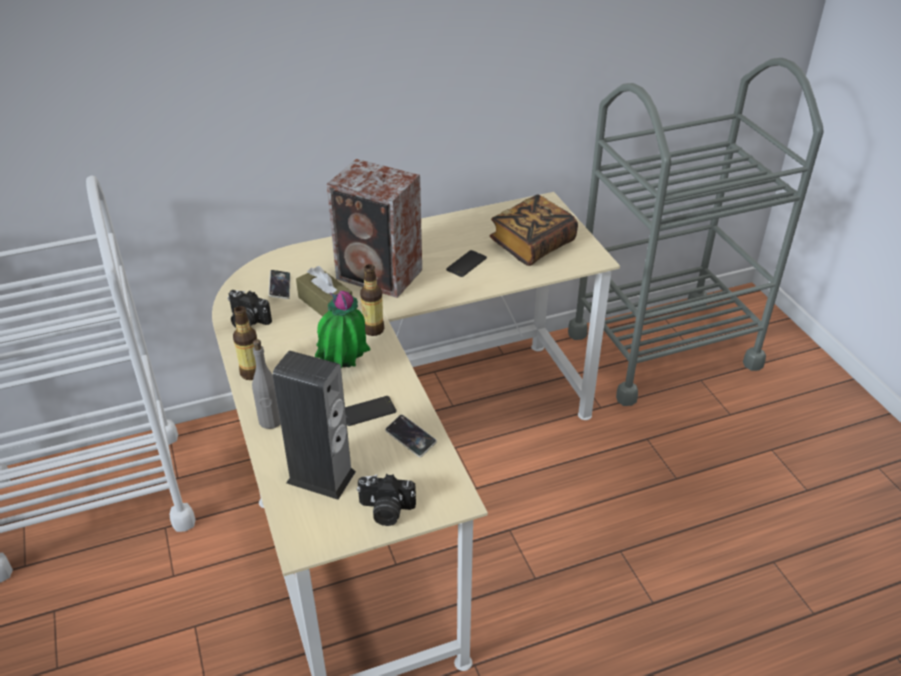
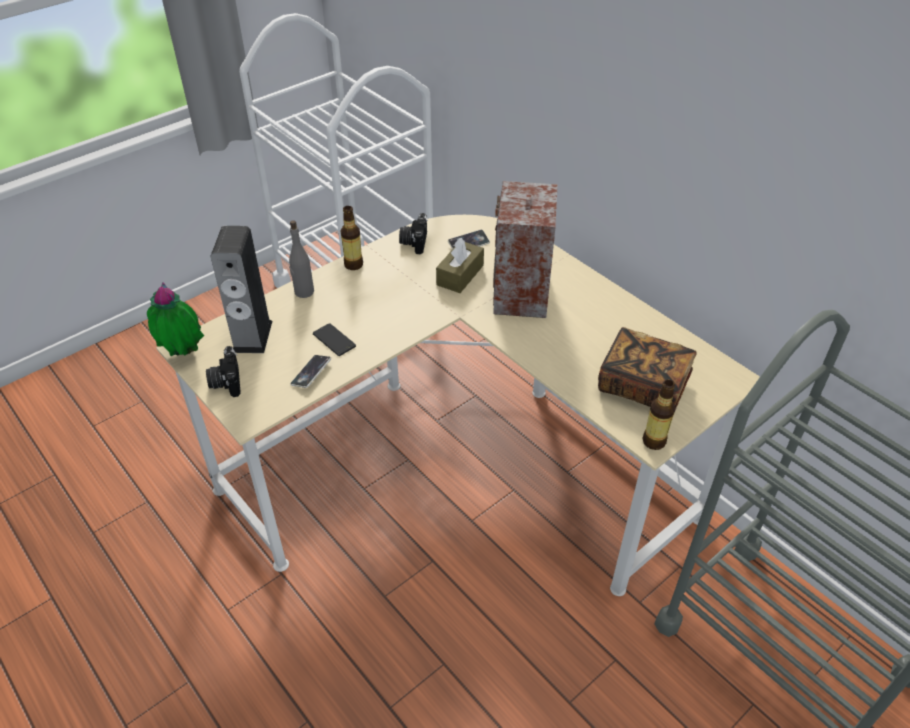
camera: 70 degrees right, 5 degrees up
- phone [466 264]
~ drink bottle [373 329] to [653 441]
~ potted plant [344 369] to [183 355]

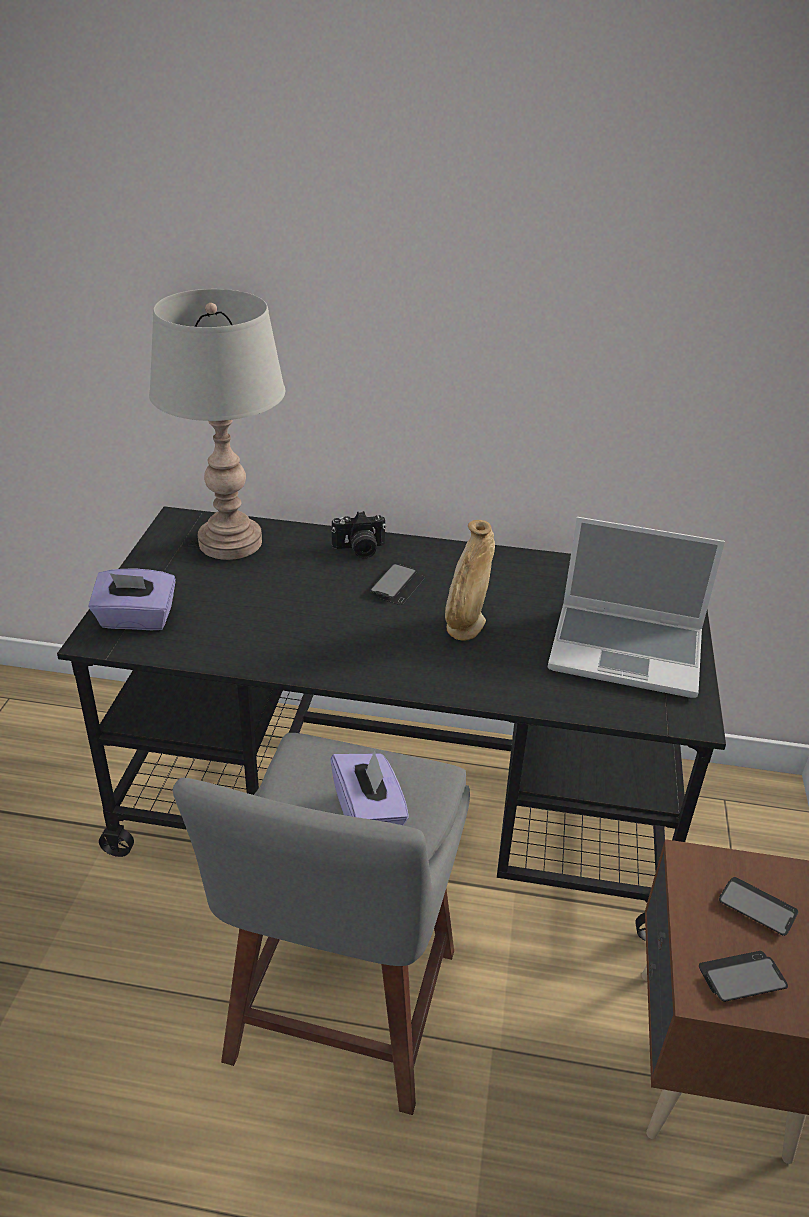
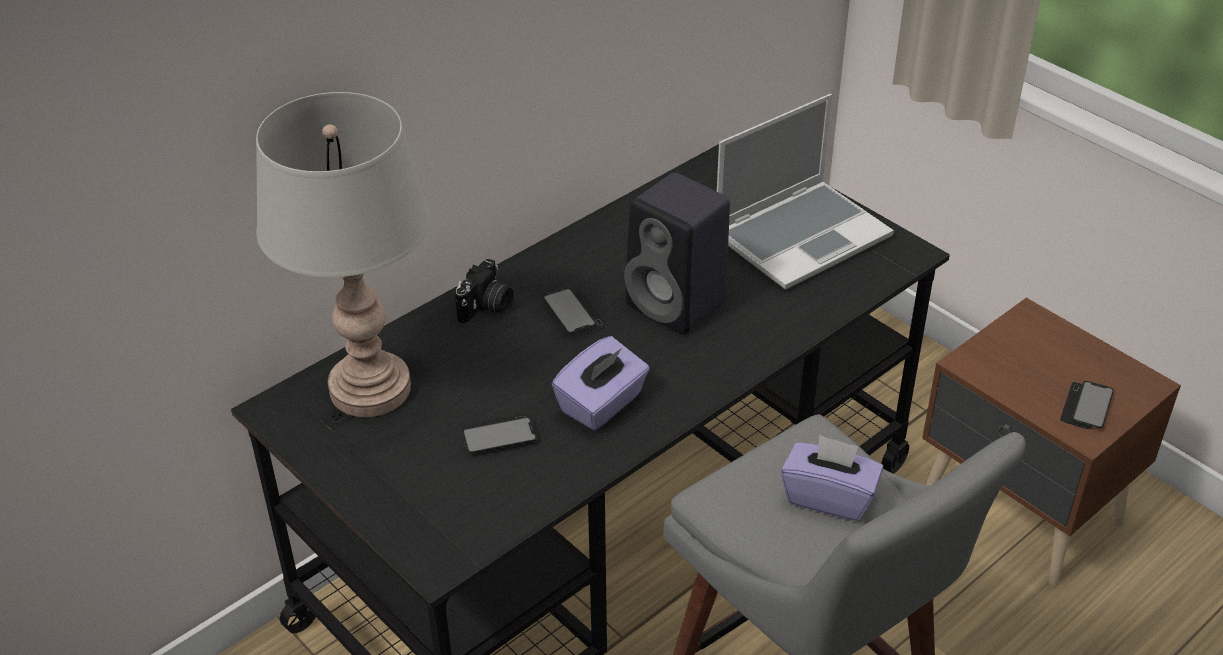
camera: 50 degrees left, 5 degrees up
~ vase (beige) [465 627] to speaker (black) [679 305]
~ tissue holder (purple-coloured) [136 619] to [602 404]
~ phone [757 907] to [498 435]

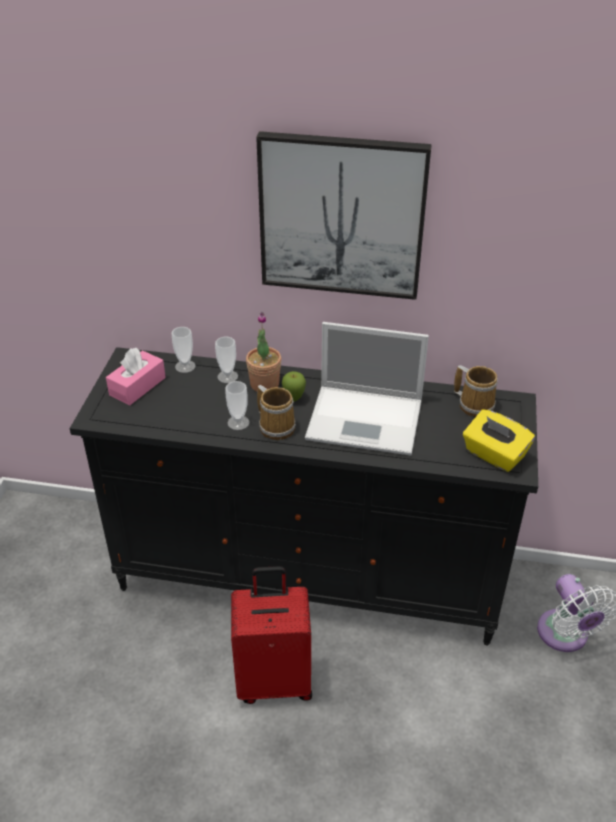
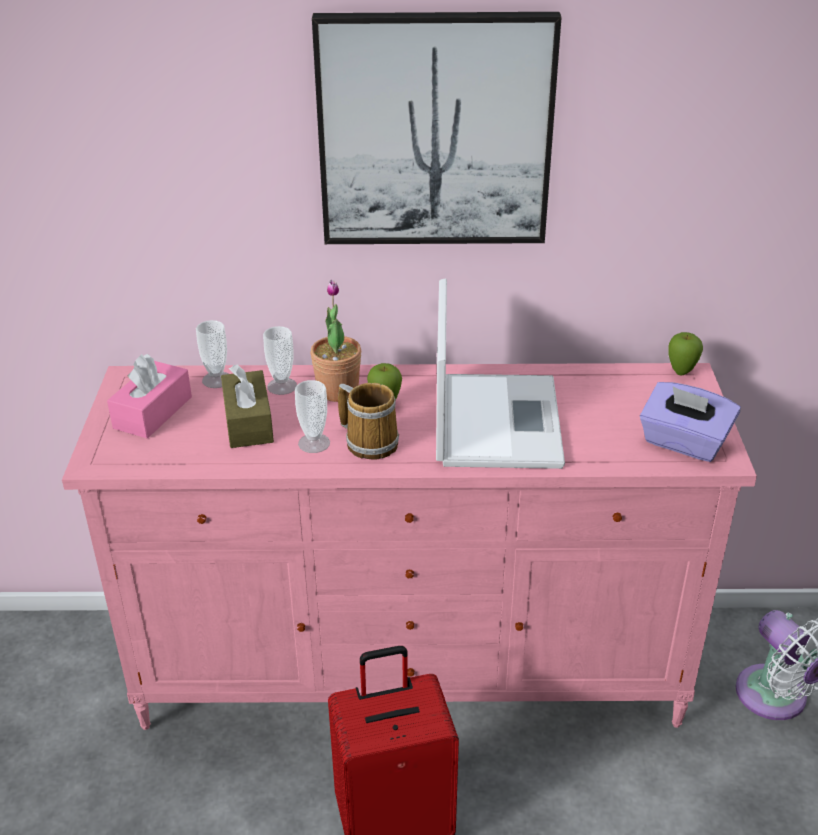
camera: 10 degrees left, 5 degrees down
~ notebook computer [367 420] = [496 419] 90 degrees counterclockwise
~ drawer chest (black) [308 579] to drawer chest (pinkish) [410 675]
- tea mug [475 404]
~ tissue holder (yellow-coloured) [494 455] to tissue holder (purple-coloured) [683 443]
+ apple [681 372]
+ tissue holder (brownish) [248 422]

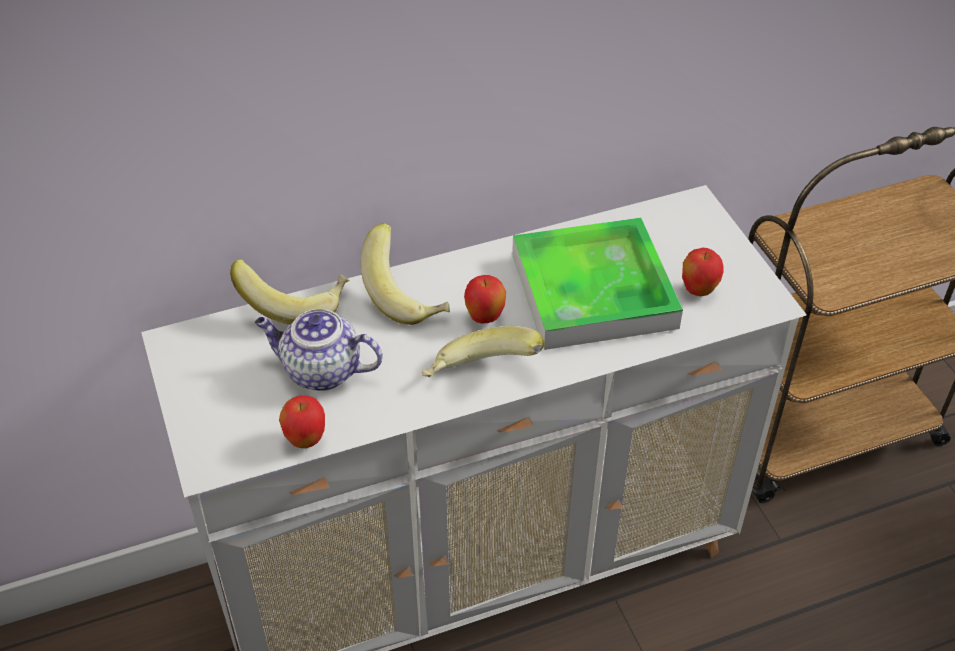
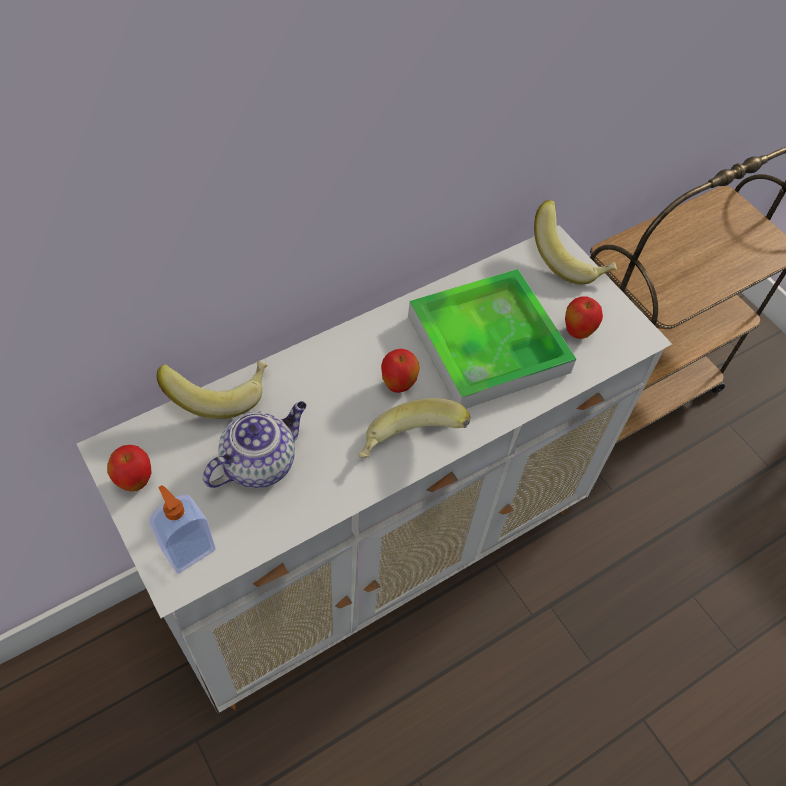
camera: 15 degrees left, 10 degrees up
~ banana [408 296] to [570 259]
~ tea pot [320 371] = [260 462] 135 degrees clockwise
~ apple [306 440] to [135 481]
+ liquid soap bottle [188 549]

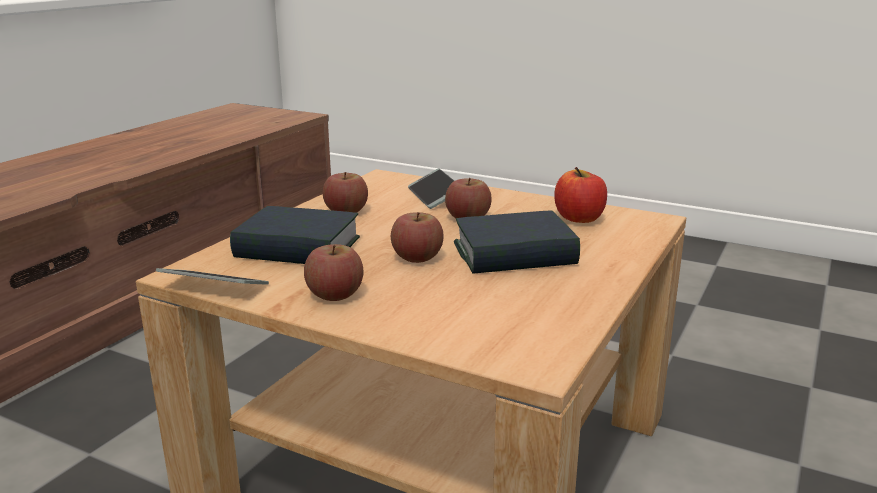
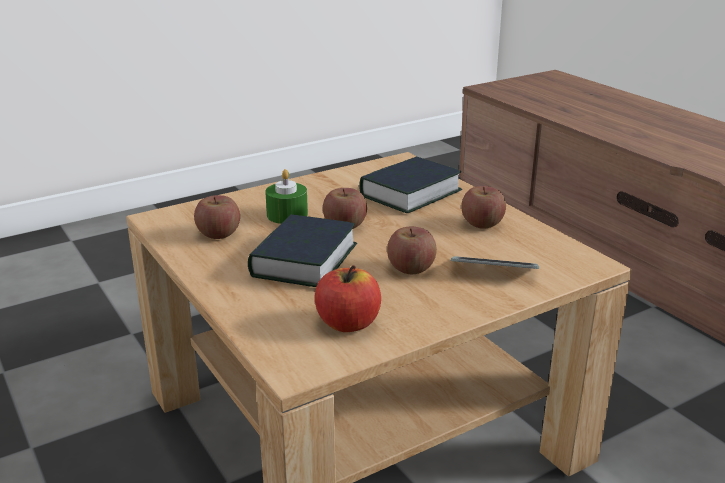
camera: 120 degrees right, 5 degrees up
~ apple [335 294] to [218 234]
- phone [214 287]
+ wax light (greenish) [287 215]

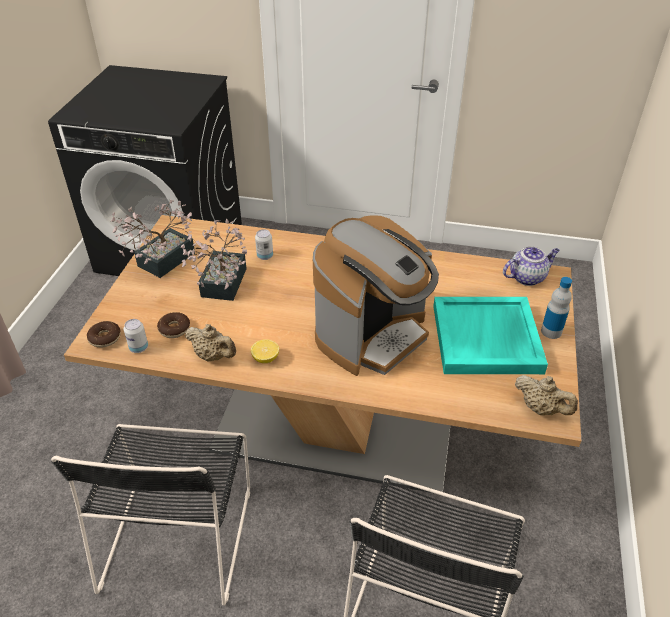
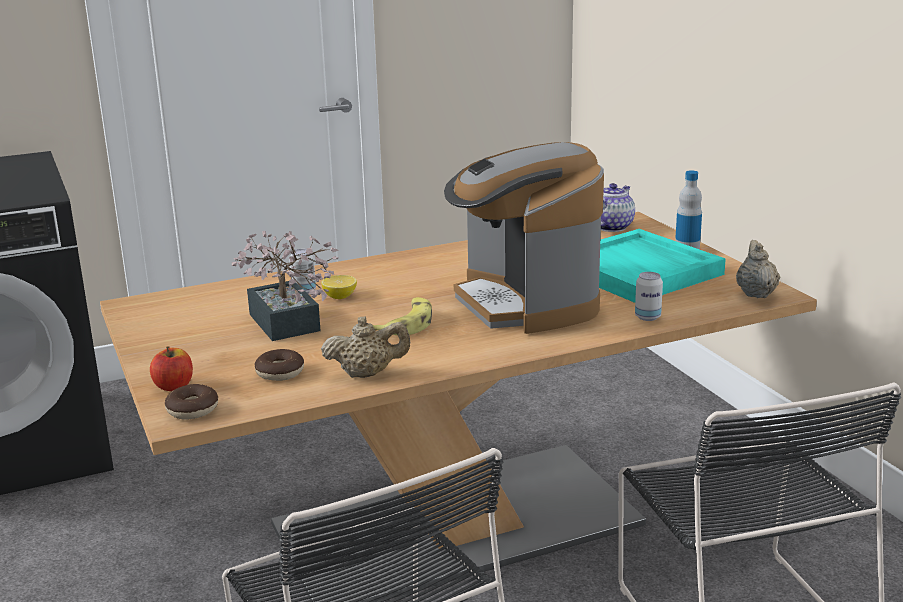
camera: 35 degrees left, 20 degrees down
- potted plant [161 262]
~ coffee machine [373 335] = [525 304] 150 degrees clockwise
~ metal can [139 348] to [647 317]
~ whole lemon [265 358] to [340 297]
~ tea pot (beige) [541 409] = [755 293] 90 degrees counterclockwise
+ banana [407 324]
+ apple [174 386]

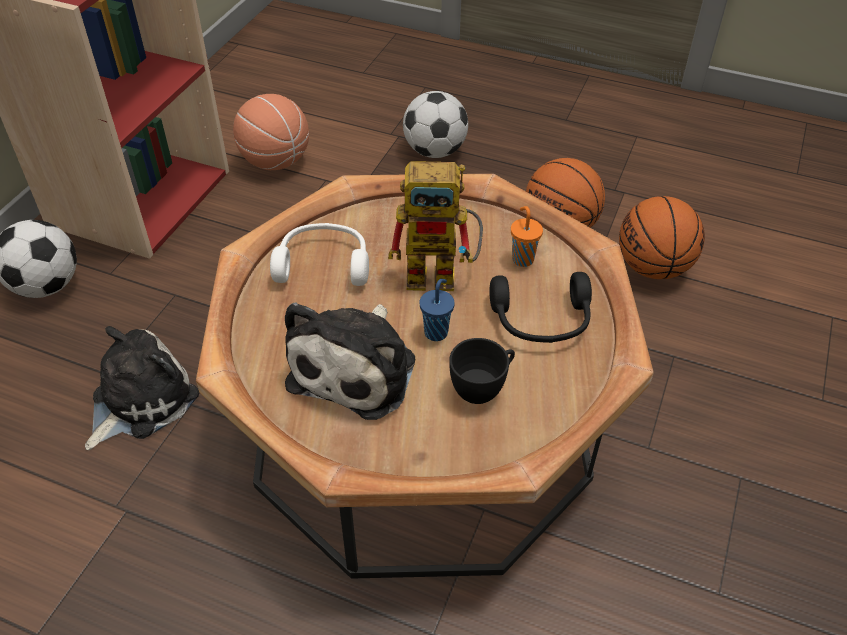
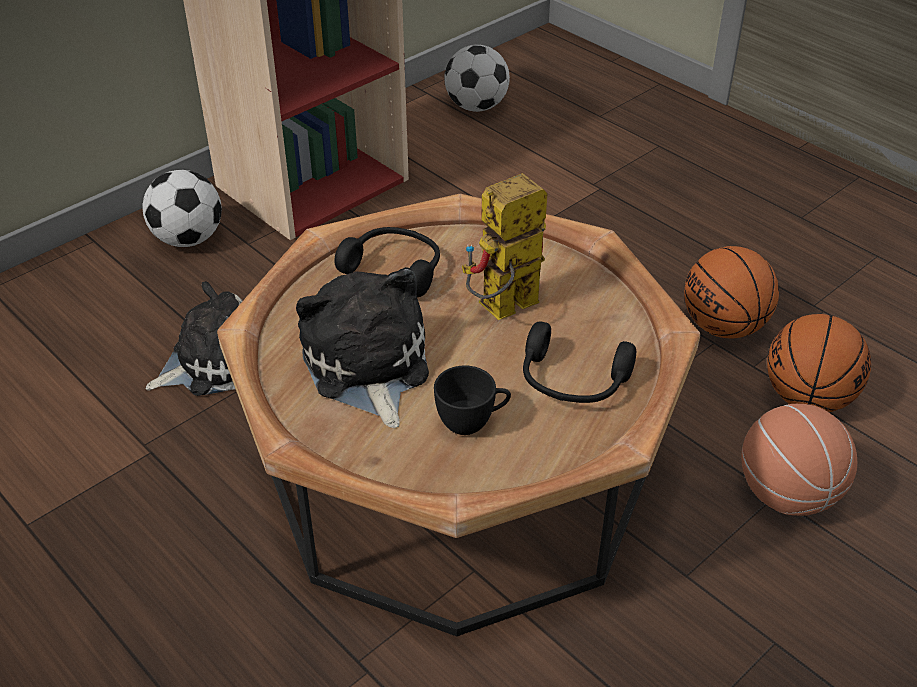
camera: 25 degrees right, 5 degrees down
~ ball for football [435 151] to [476 107]
~ ball for basketball [275 161] to [787 493]
~ robot figure [442 274] = [502 311] 120 degrees clockwise
- cup (orange) [522 258]
~ pair of headphones (whitish) [323 264] to pair of headphones (black) [395 269]
- cup (bluish) [436 331]
~ plush toy [357 367] = [367 367] 120 degrees clockwise

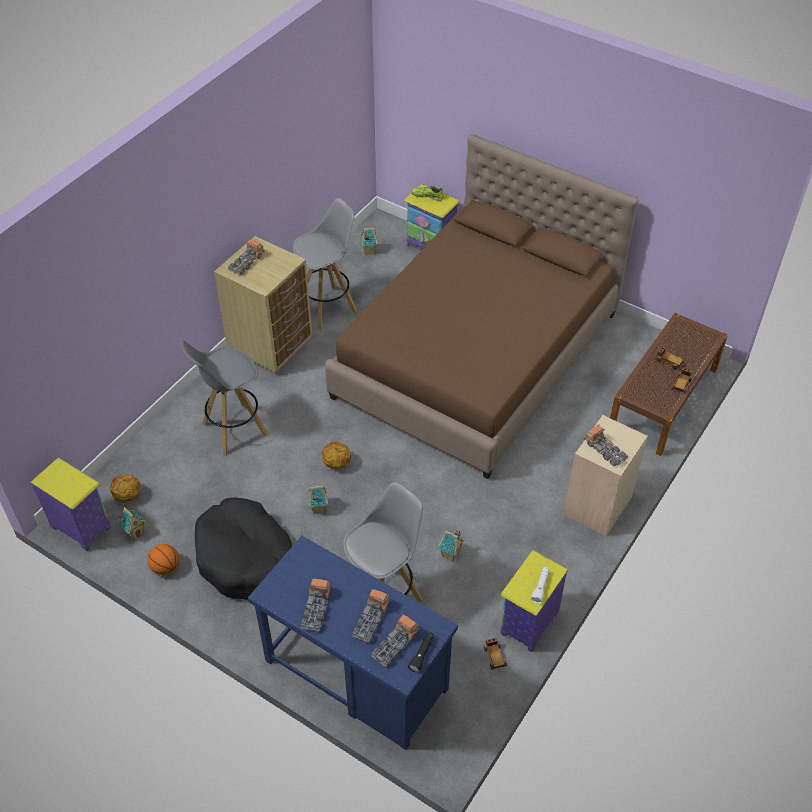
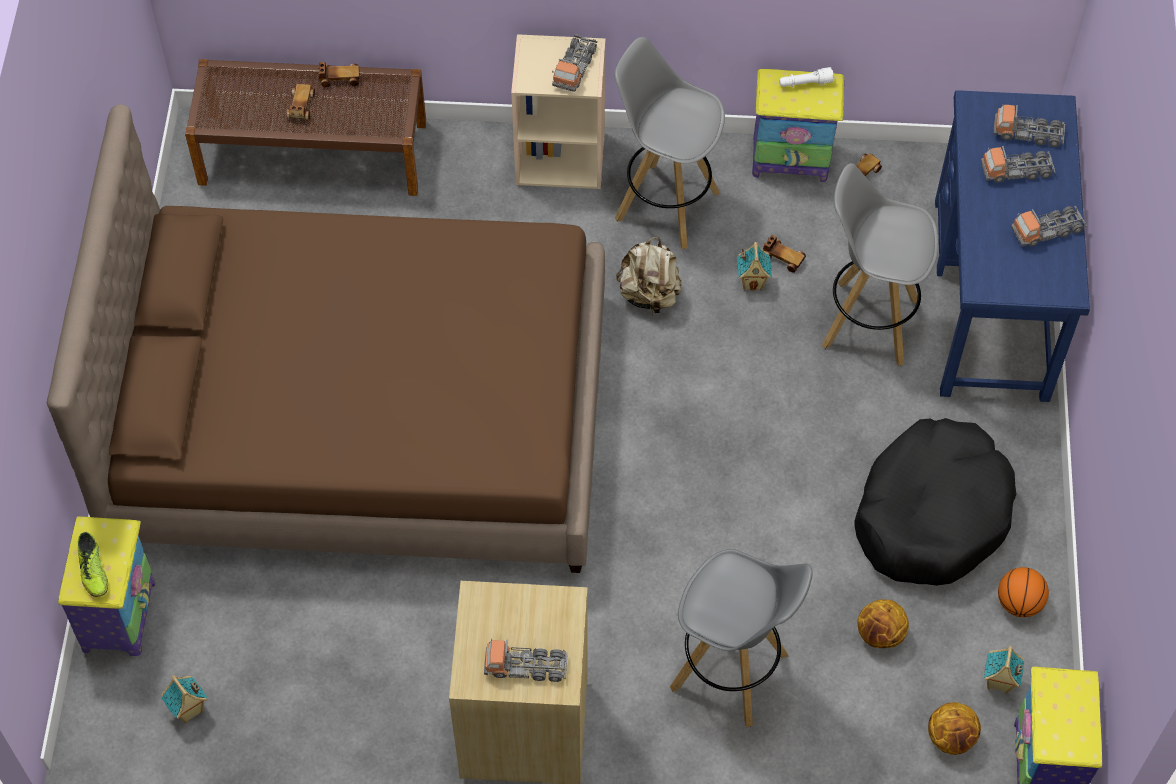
camera: 120 degrees left, 10 degrees up
~ sitting stool (grey) [328 307] to [666 204]
~ ball for basketball [336 464] to [880 635]
- toy house [318 508]
- flashlight (black) [422 654]
+ miniature car [783 257]
+ rucksack (beige) [649 294]

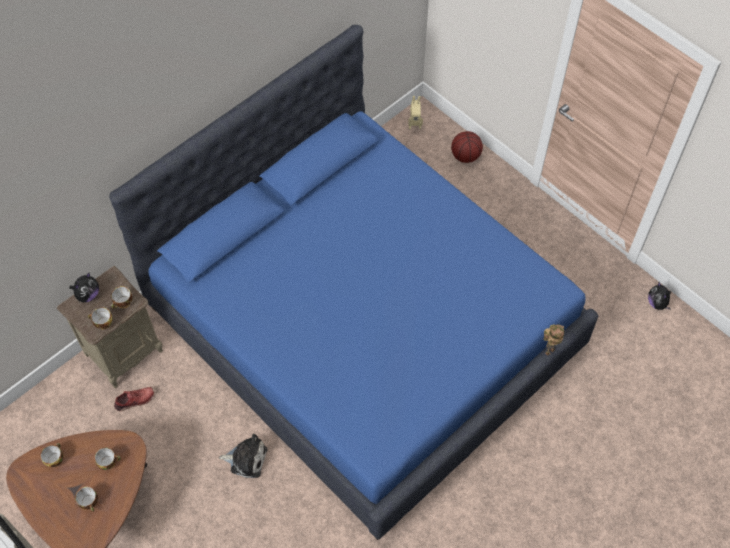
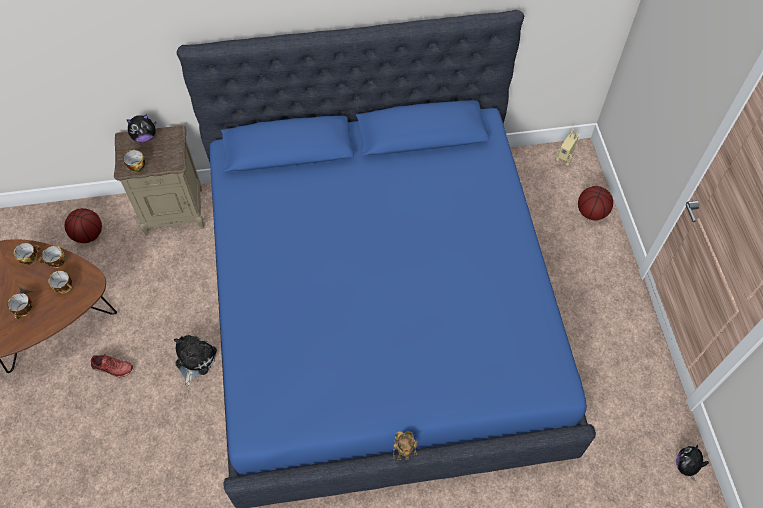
camera: 35 degrees right, 0 degrees up
~ cup [123 303] to [56 263]
~ robot figure [549 350] to [404 456]
~ shoe (red) [135 401] to [112 368]
~ plush toy [246 459] = [194 360] 120 degrees counterclockwise
+ ball for basketball [88 234]

